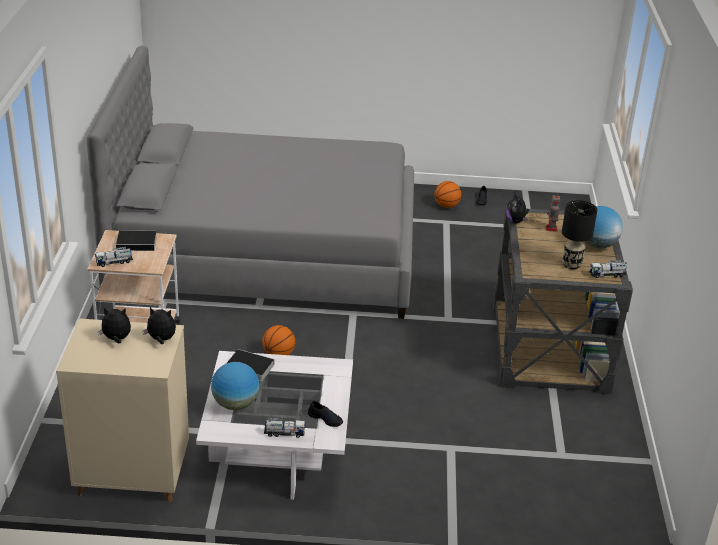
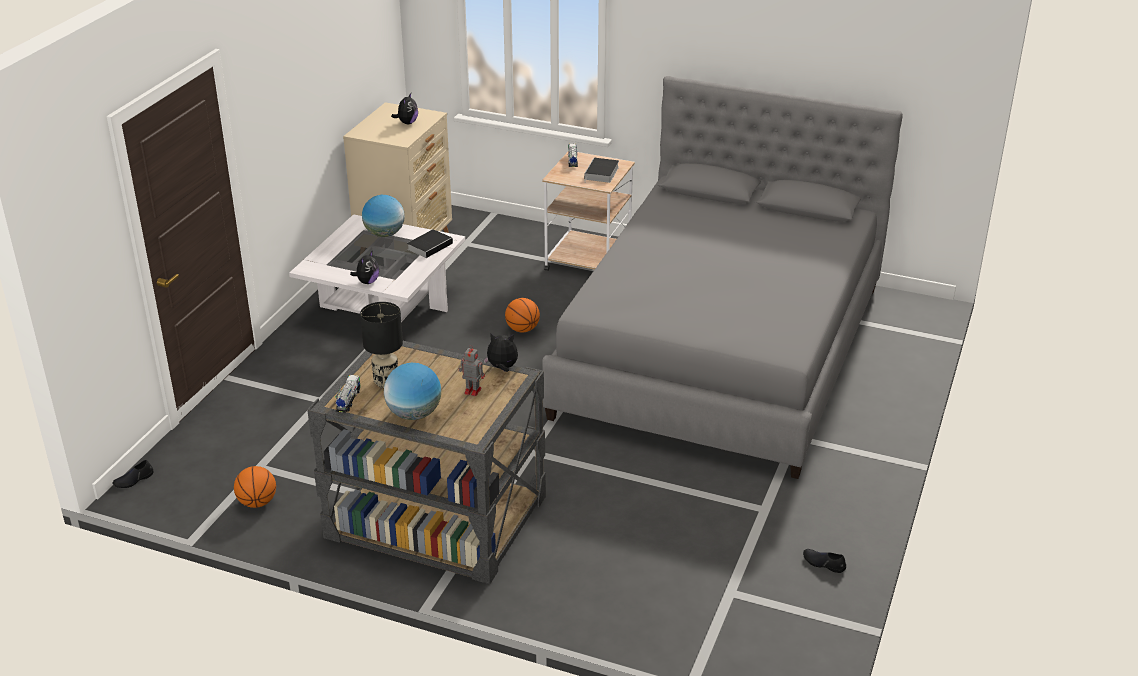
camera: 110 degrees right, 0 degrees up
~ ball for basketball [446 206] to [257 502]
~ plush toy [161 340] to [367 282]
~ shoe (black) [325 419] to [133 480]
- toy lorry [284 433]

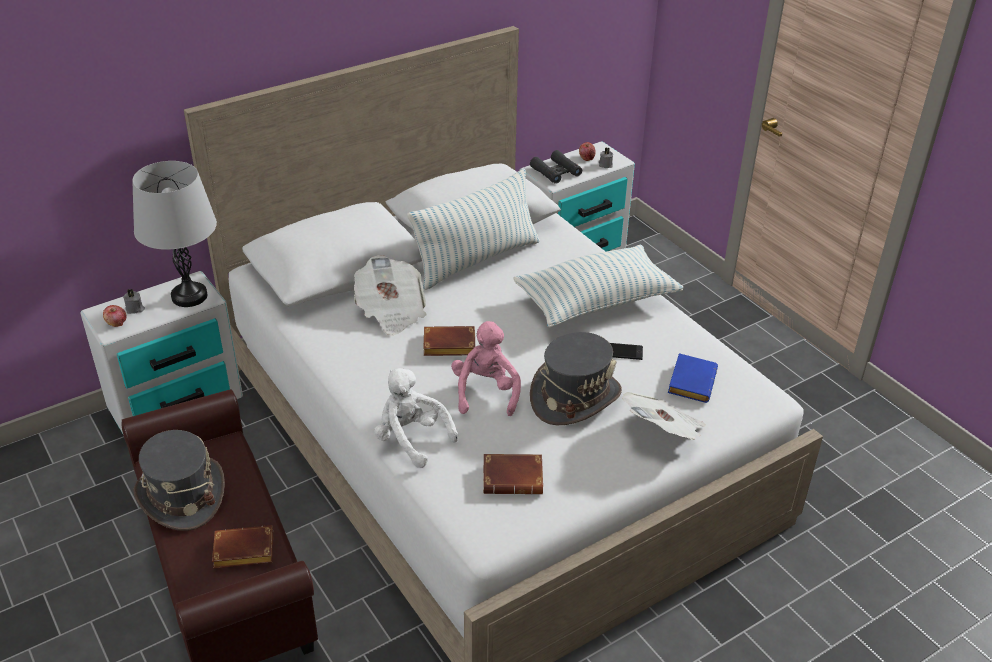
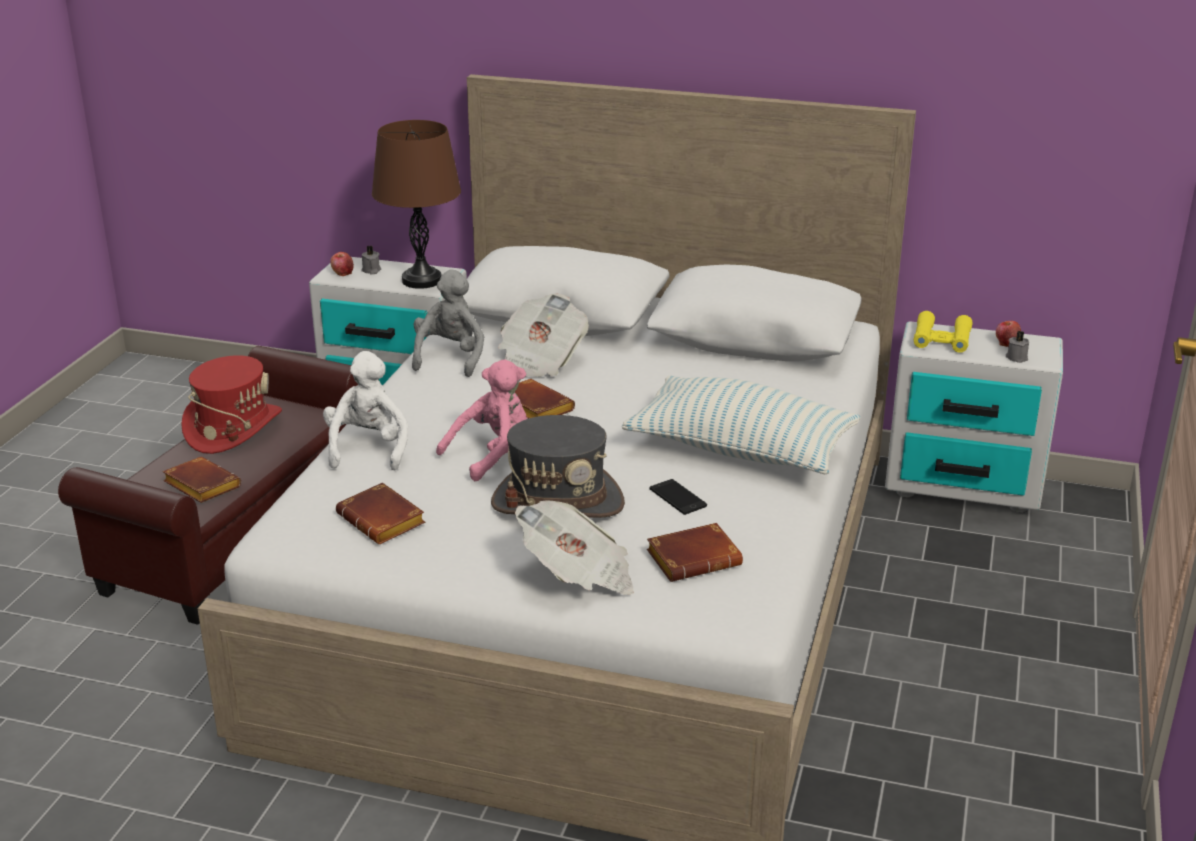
camera: 50 degrees right, 10 degrees down
~ binoculars (black) [556 172] to binoculars (yellow-coloured) [941 339]
~ tabletop lamp (grey) [189 296] to tabletop lamp (brownish) [422 280]
- pillow [477 260]
~ book (bluish) [690 381] to book (brownish) [695 558]
~ wearable hat (grey) [181 495] to wearable hat (red) [233 428]
+ plush toy (grey) [450 358]

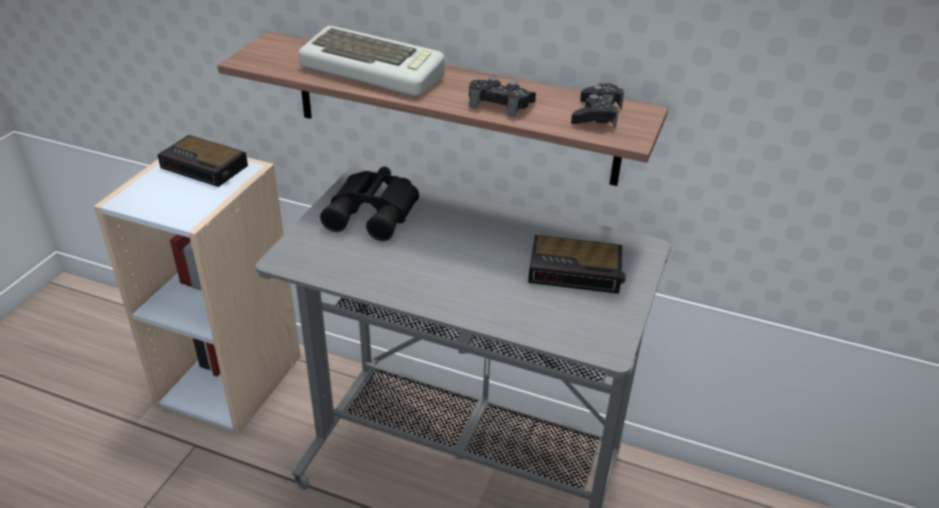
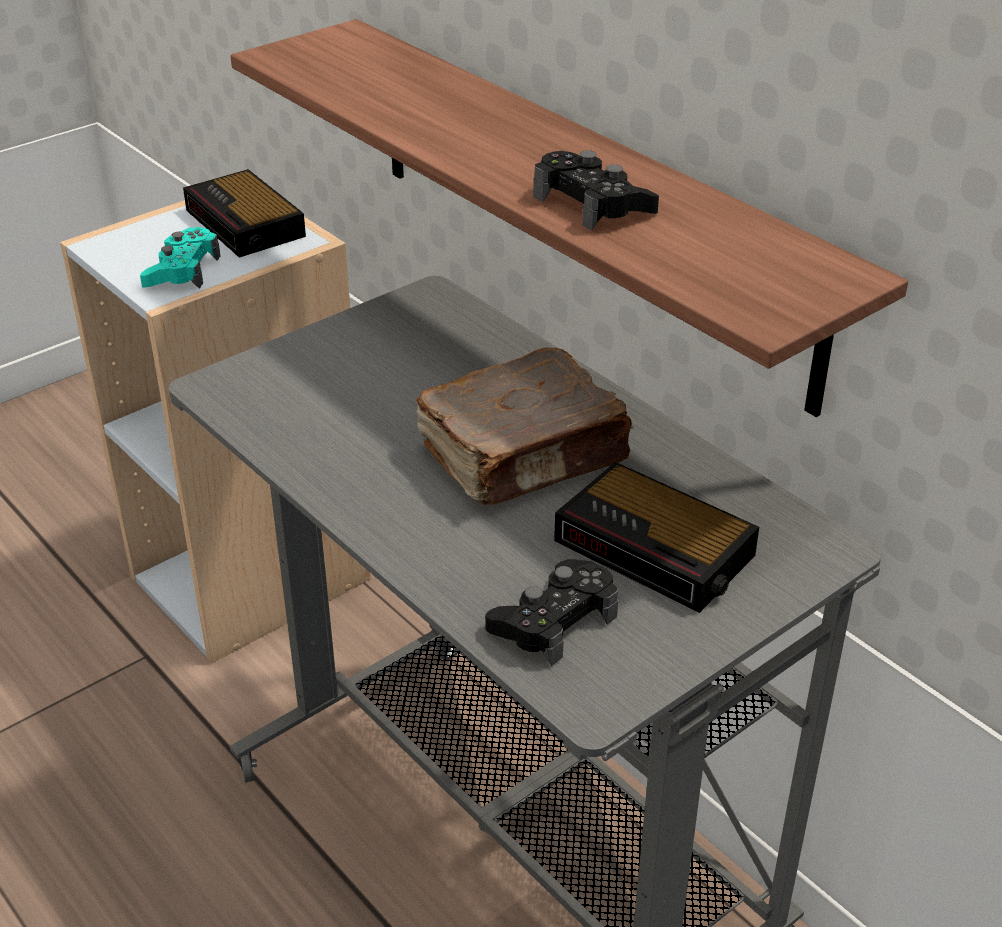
camera: 30 degrees right, 0 degrees up
- PC keyboard [374 72]
~ gamepad (black) [597 114] to [554 621]
- binoculars (black) [375 212]
+ gamepad (turquoise) [182 270]
+ book (brownish) [526 455]

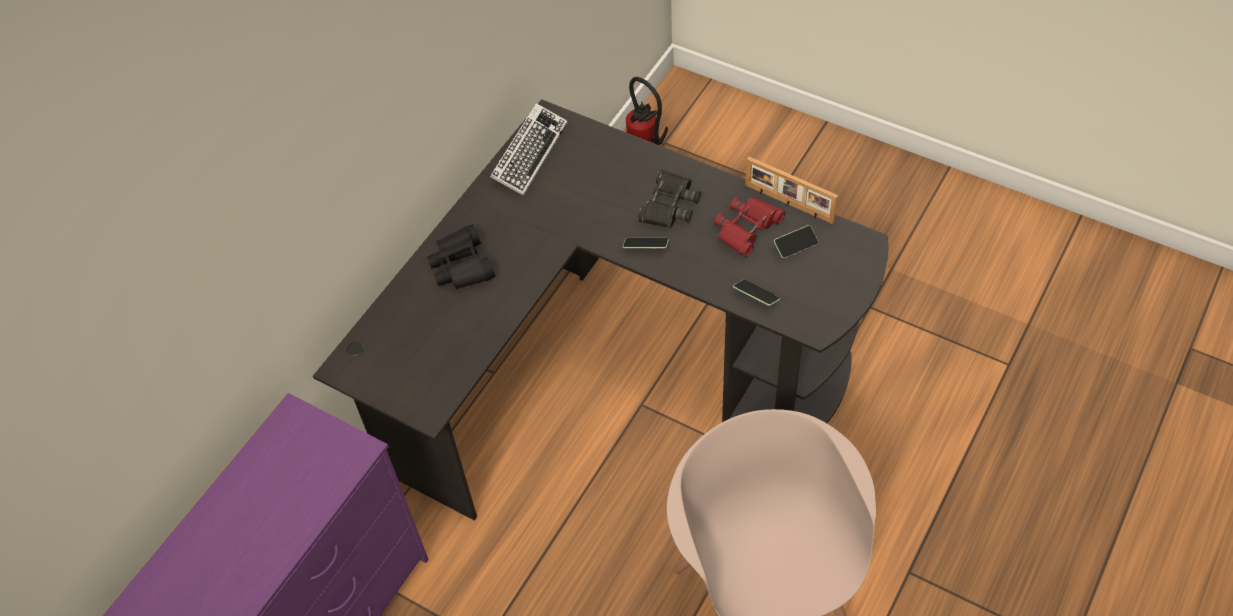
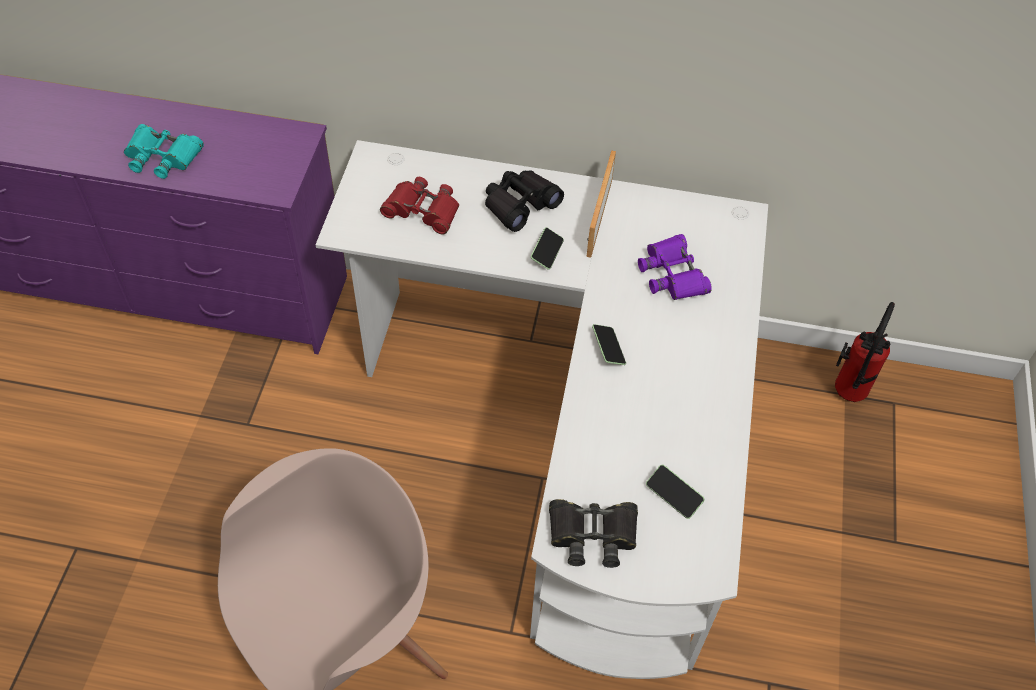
camera: 65 degrees right, 0 degrees up
~ desk table (black) [609 369] to desk table (whitish) [573 436]
- PC keyboard [529 154]
~ standing frame [788 204] to [597 217]
~ binoculars (black) [669 205] to [592 534]
~ binoculars (red) [747 229] to [422 210]
~ phone [756 296] to [547 253]
+ binoculars (turquoise) [162 156]
+ binoculars (purple-coloured) [672 274]

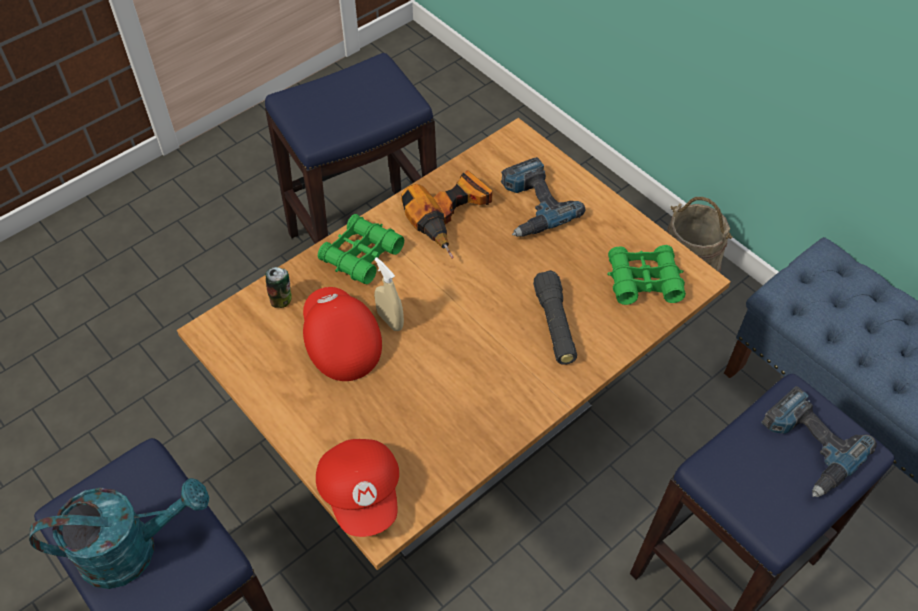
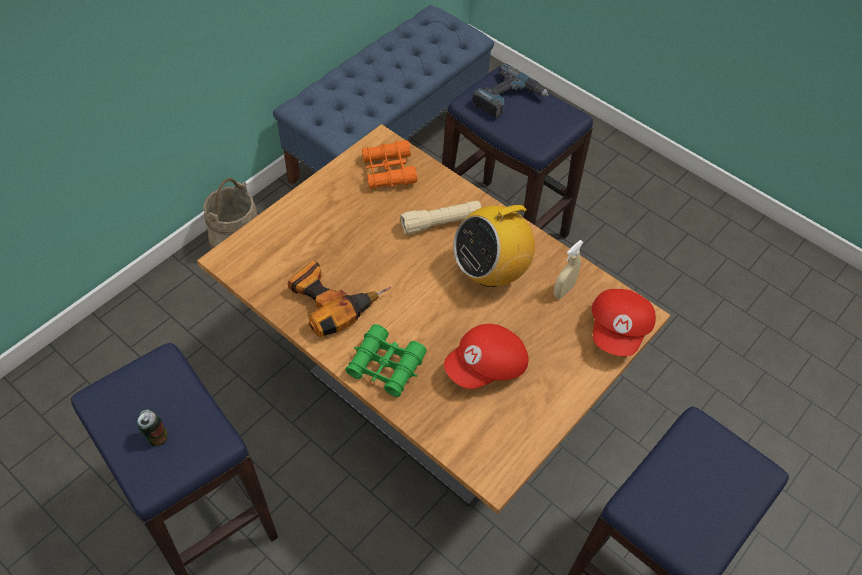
camera: 100 degrees left, 0 degrees up
- electric drill [531 205]
~ binoculars (greenish) [643 281] to binoculars (orange) [388 171]
~ spray bottle (beige) [390 320] to [563 290]
~ metal can [282 299] to [156 436]
~ flashlight (black) [554 325] to flashlight (beige) [441 223]
~ cap (red) [363 493] = [619 330] 135 degrees clockwise
- watering can (turquoise) [132 549]
+ radio [491 271]

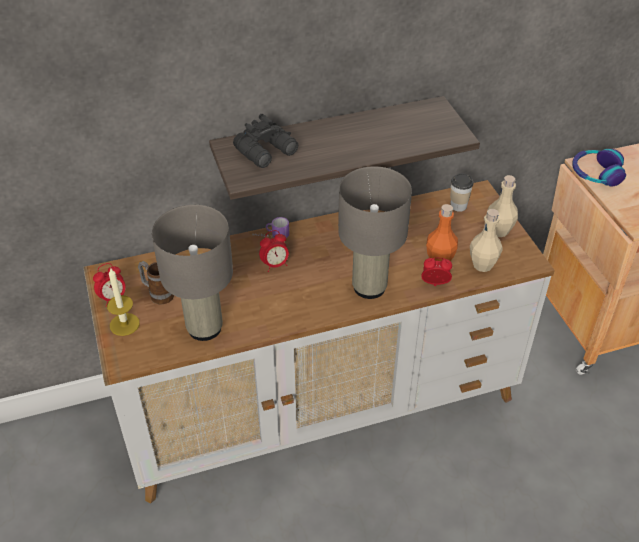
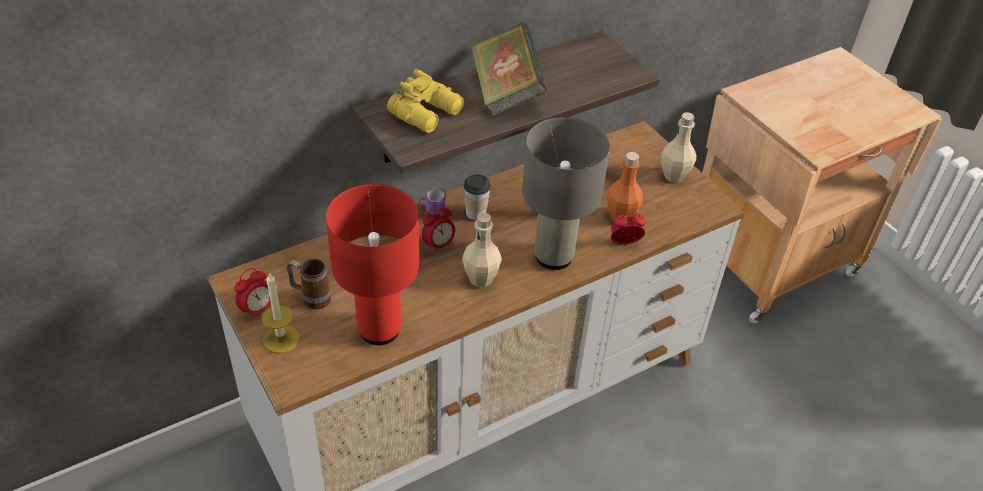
camera: 15 degrees left, 0 degrees up
~ binoculars (black) [268 151] to binoculars (yellow-coloured) [428 113]
- pair of headphones [596 173]
~ cup [458 206] to [475 213]
~ tabletop lamp (grey) [204 327] to tabletop lamp (red) [378 329]
~ drink bottle (beige) [482 265] to [481 279]
+ book [506 92]

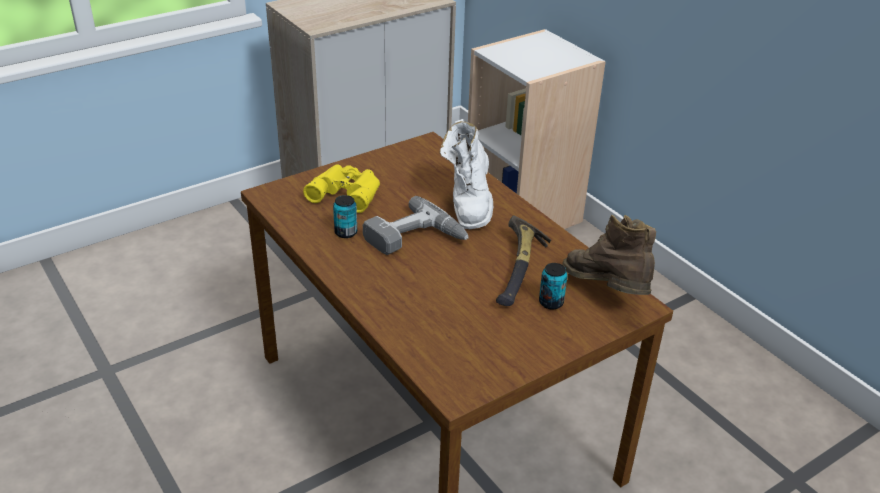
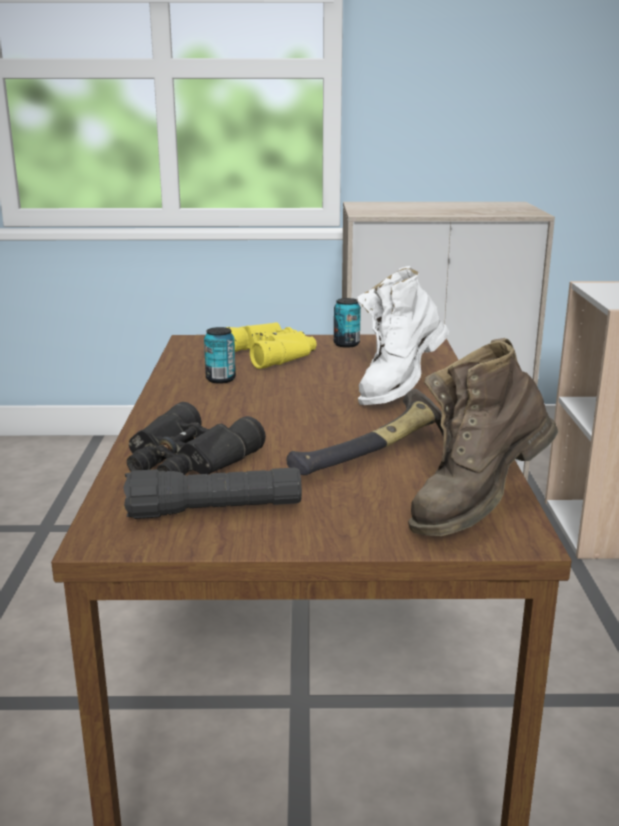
camera: 35 degrees right, 15 degrees down
- electric drill [416 240]
~ high-top boot (brownish) [606 293] = [476 508] 135 degrees counterclockwise
~ metal can [551 302] to [346 344]
+ binoculars (black) [187 460]
+ flashlight (black) [215 511]

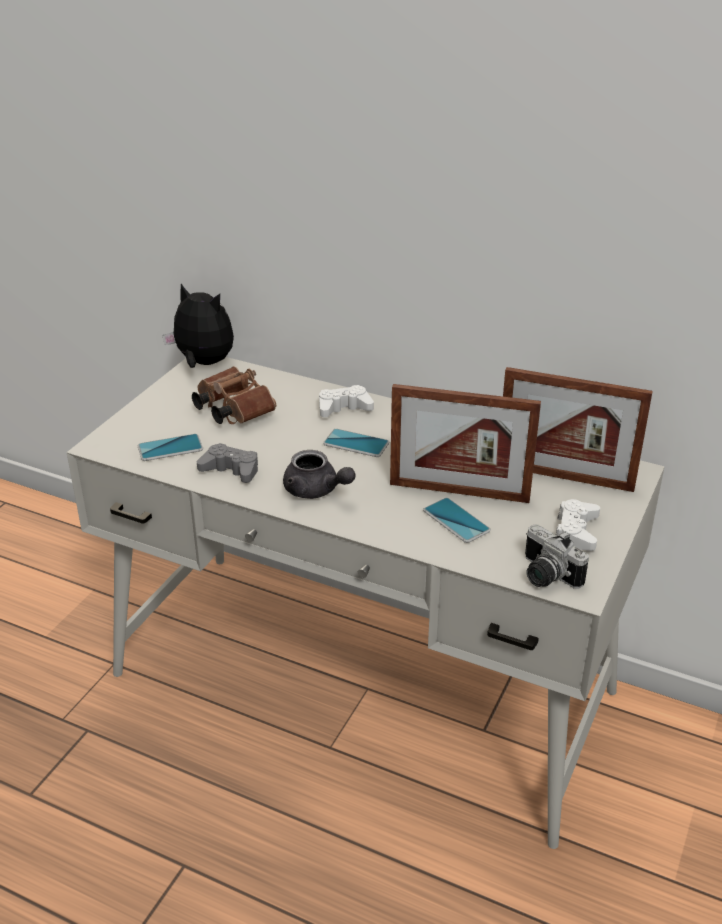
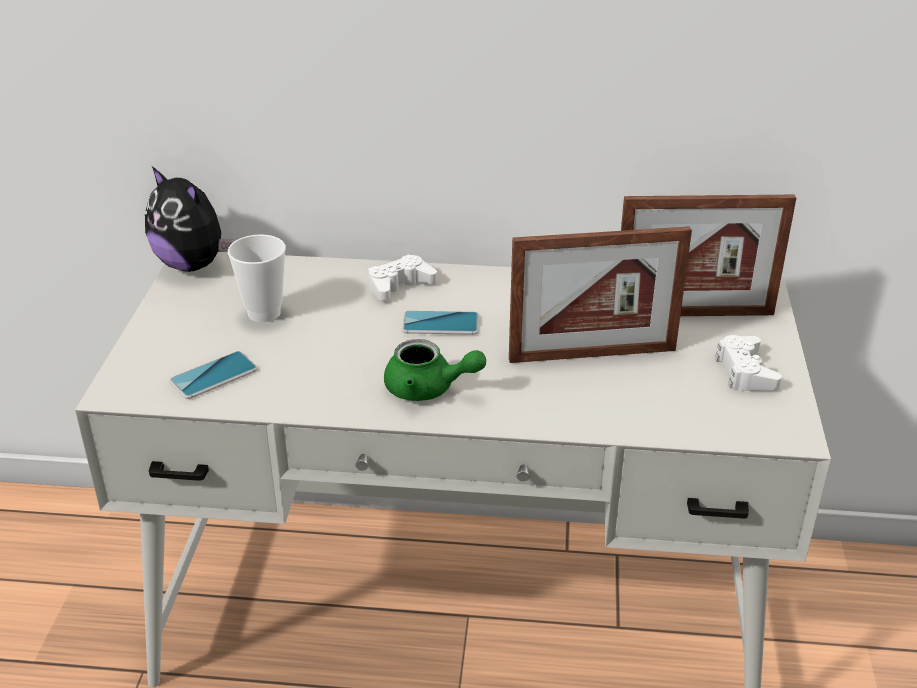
camera: 20 degrees left, 0 degrees up
~ plush toy [203 363] = [193 264] 150 degrees counterclockwise
~ binoculars (brownish) [232 409] to cup [264 313]
- gamepad (grey) [231 470]
~ tea pot (grey) [316 491] to tea pot (greenish) [428 389]
- phone [456 521]
- still camera [545 576]

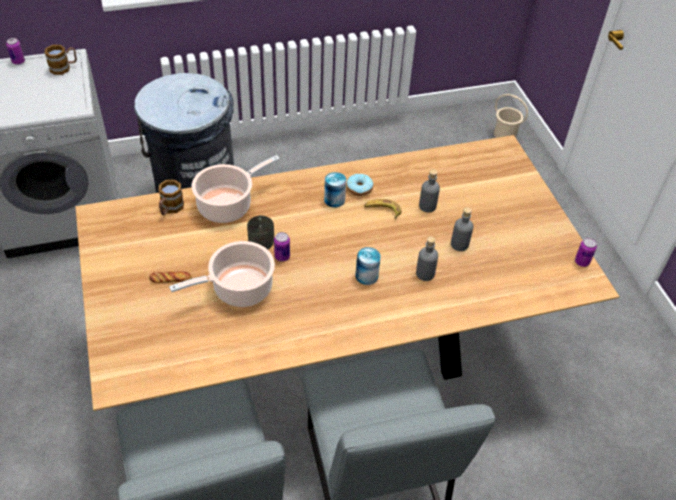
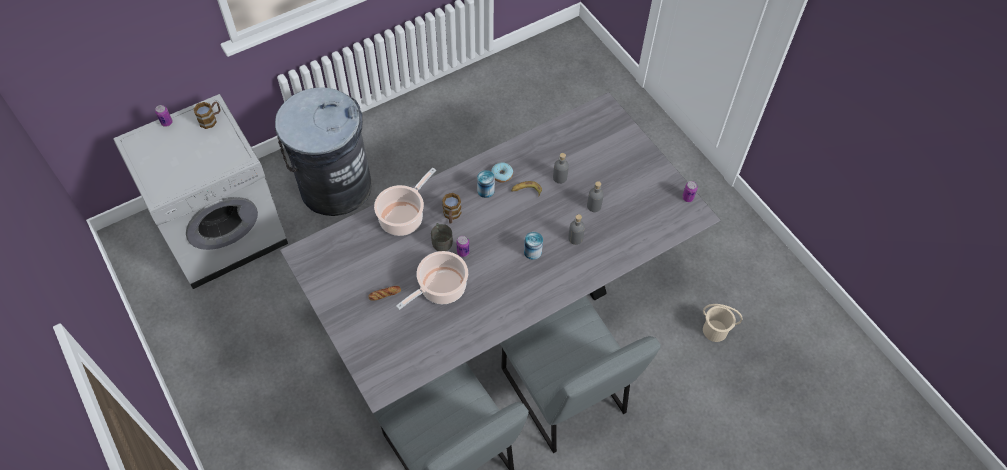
camera: 15 degrees left, 10 degrees up
~ bucket (beige) [505 134] to [715 330]
~ dinner table (brownish) [332 357] to dinner table (grey) [501 305]
~ tea mug [170 209] to [451 215]

